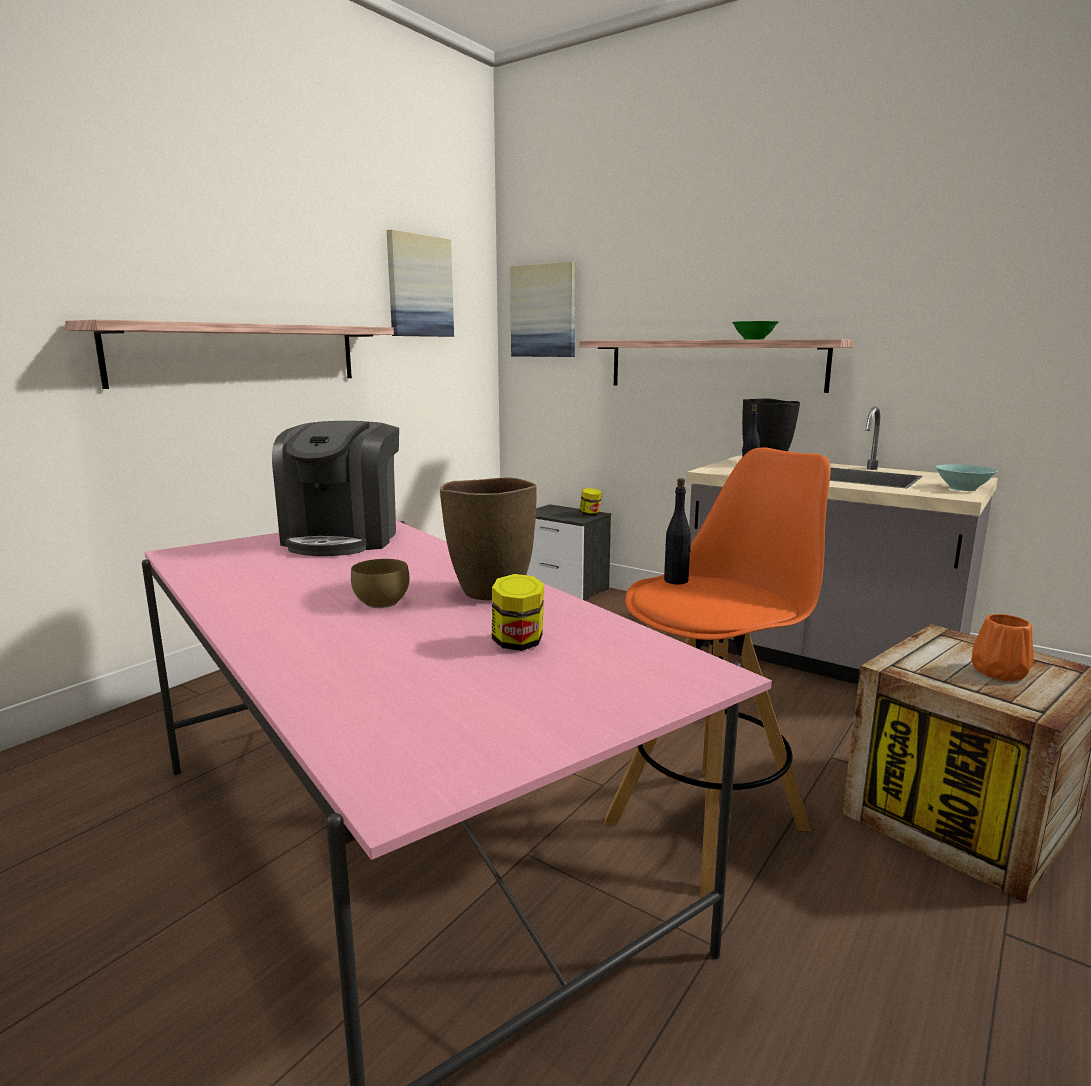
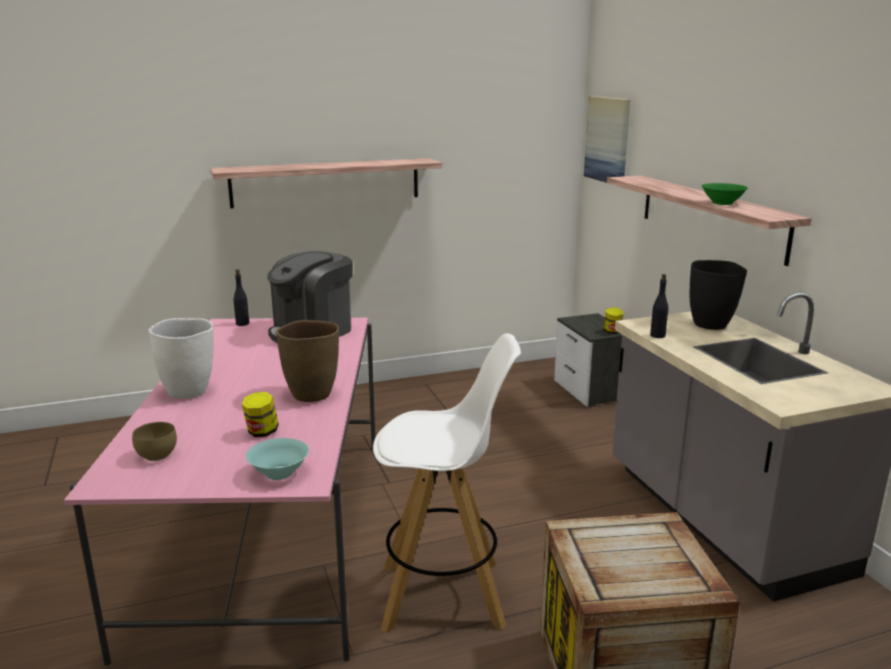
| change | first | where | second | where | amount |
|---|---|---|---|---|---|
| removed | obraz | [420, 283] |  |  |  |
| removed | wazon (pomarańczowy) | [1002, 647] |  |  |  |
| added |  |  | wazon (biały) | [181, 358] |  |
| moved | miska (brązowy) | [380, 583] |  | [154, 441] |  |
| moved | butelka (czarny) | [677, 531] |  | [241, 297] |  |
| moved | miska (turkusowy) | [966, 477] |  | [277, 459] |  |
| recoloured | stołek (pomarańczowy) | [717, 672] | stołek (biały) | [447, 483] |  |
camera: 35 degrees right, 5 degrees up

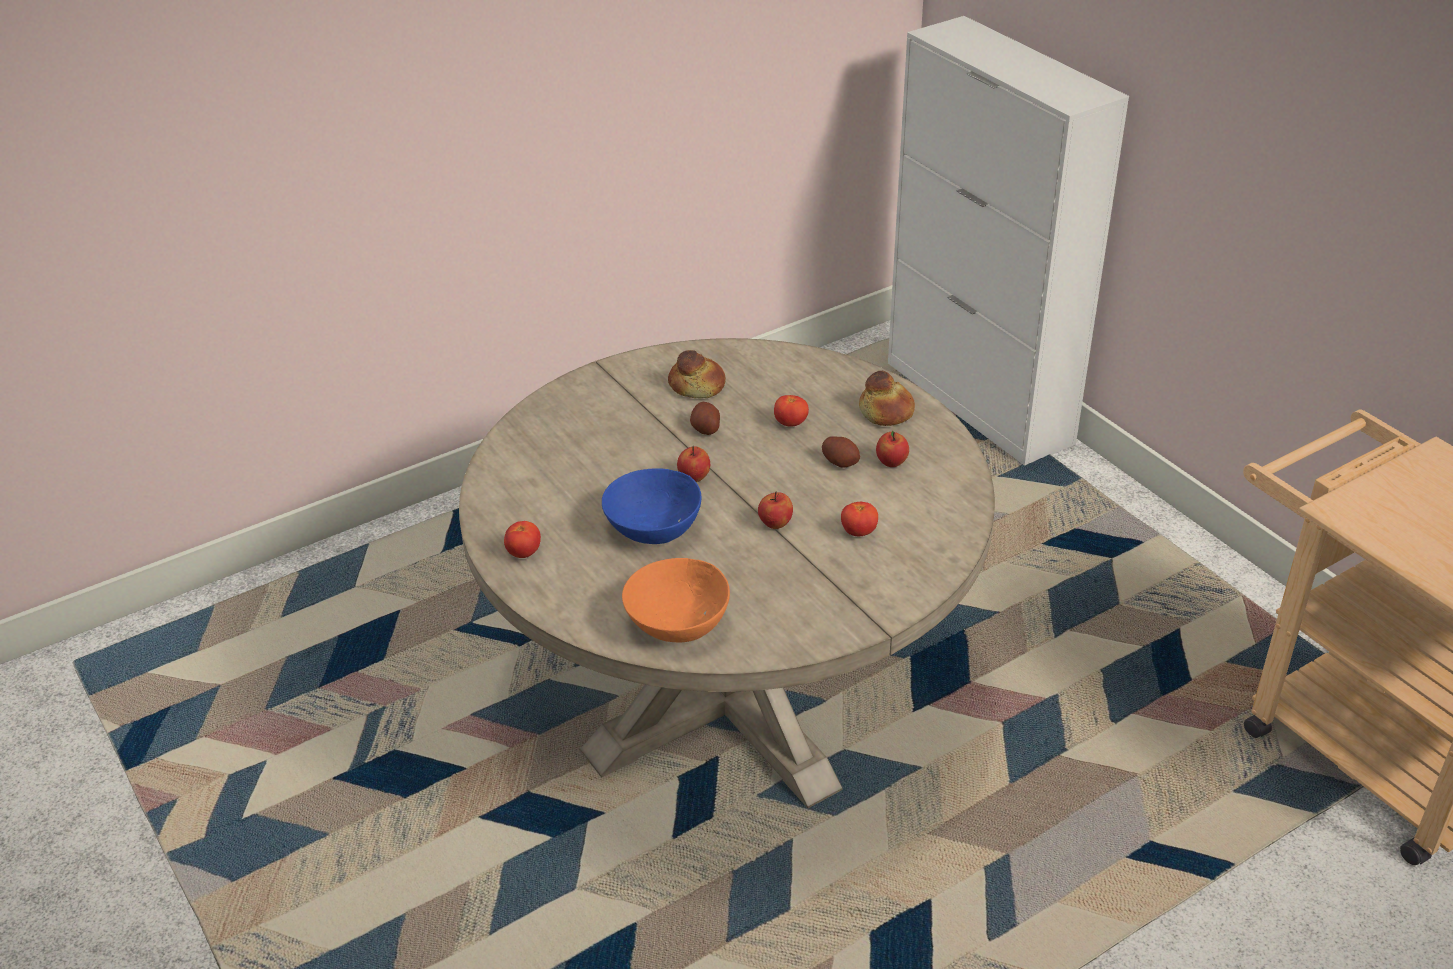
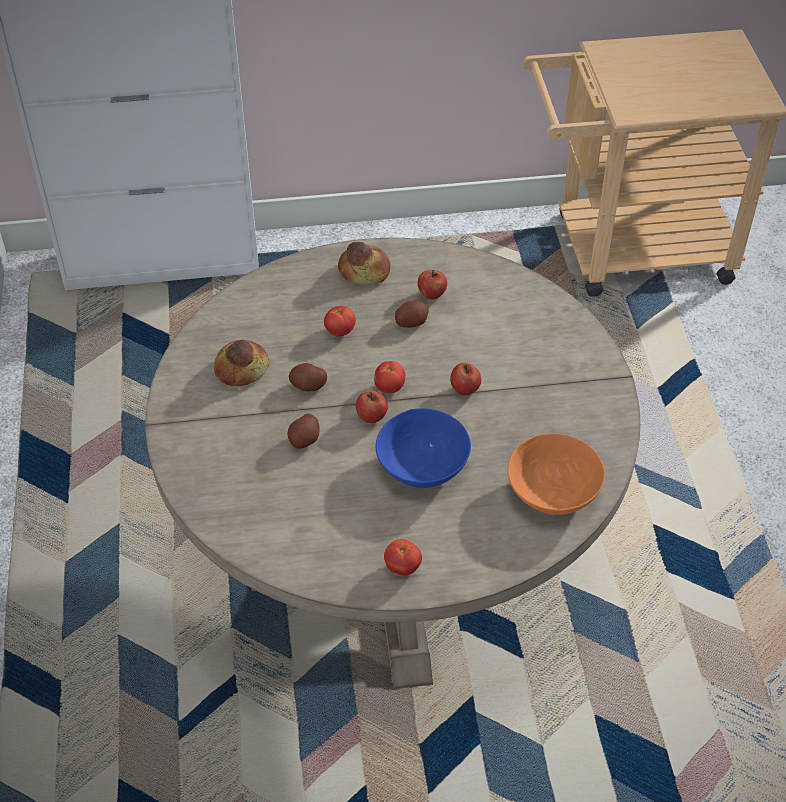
| change | first | where | second | where | amount |
|---|---|---|---|---|---|
| added |  |  | ziemniak | [303, 431] |  |
| moved | pomidor | [859, 519] |  | [389, 377] |  |
camera: 65 degrees left, 10 degrees up

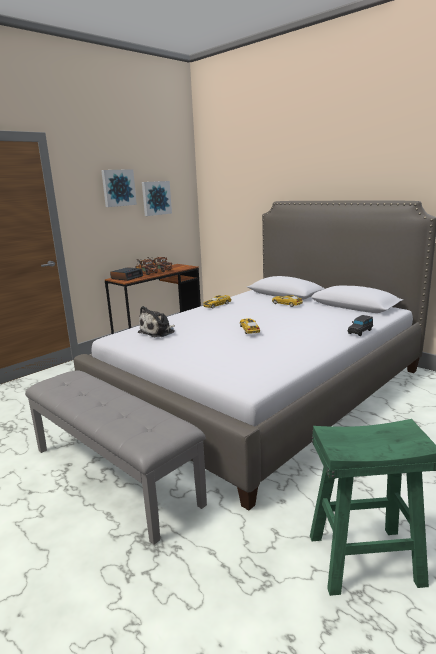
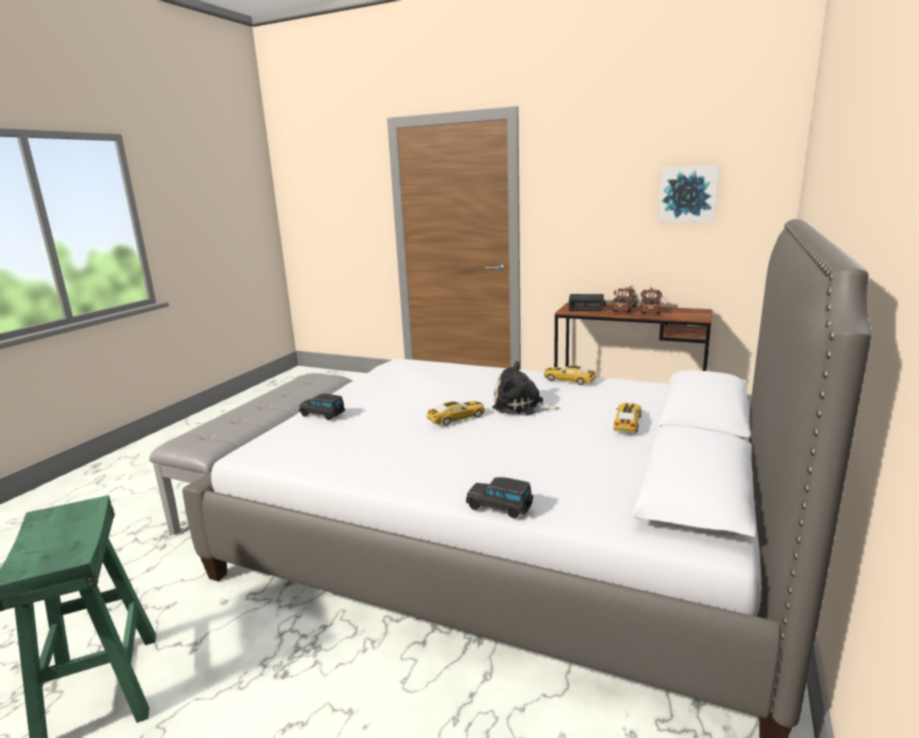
| change | first | where | second | where | amount |
|---|---|---|---|---|---|
| removed | obraz | [119, 188] |  |  |  |
| added |  |  | samochodzik (czarny) | [322, 407] |  |
| moved | pluszak | [156, 321] |  | [526, 388] |  |
camera: 70 degrees right, 0 degrees up

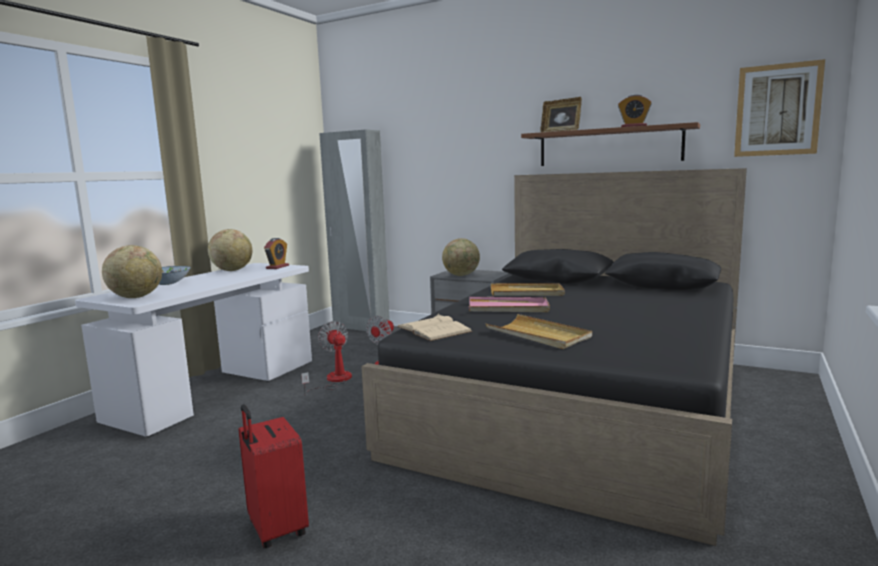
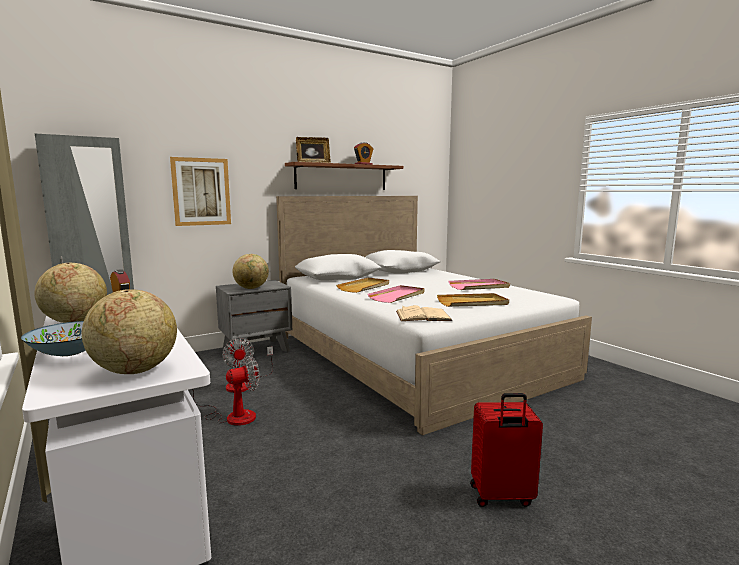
| change | first | where | second | where | amount |
|---|---|---|---|---|---|
| added |  |  | taca (różowy) | [479, 284] |  |
| moved | obraz | [779, 108] |  | [200, 191] |  |
| recoloured | łóżko (czarny) | [554, 357] | łóżko (biały) | [434, 315] |  |
| turned | wentylator | [326, 358] |  | [226, 391] | 150 degrees clockwise |
camera: 60 degrees left, 0 degrees up

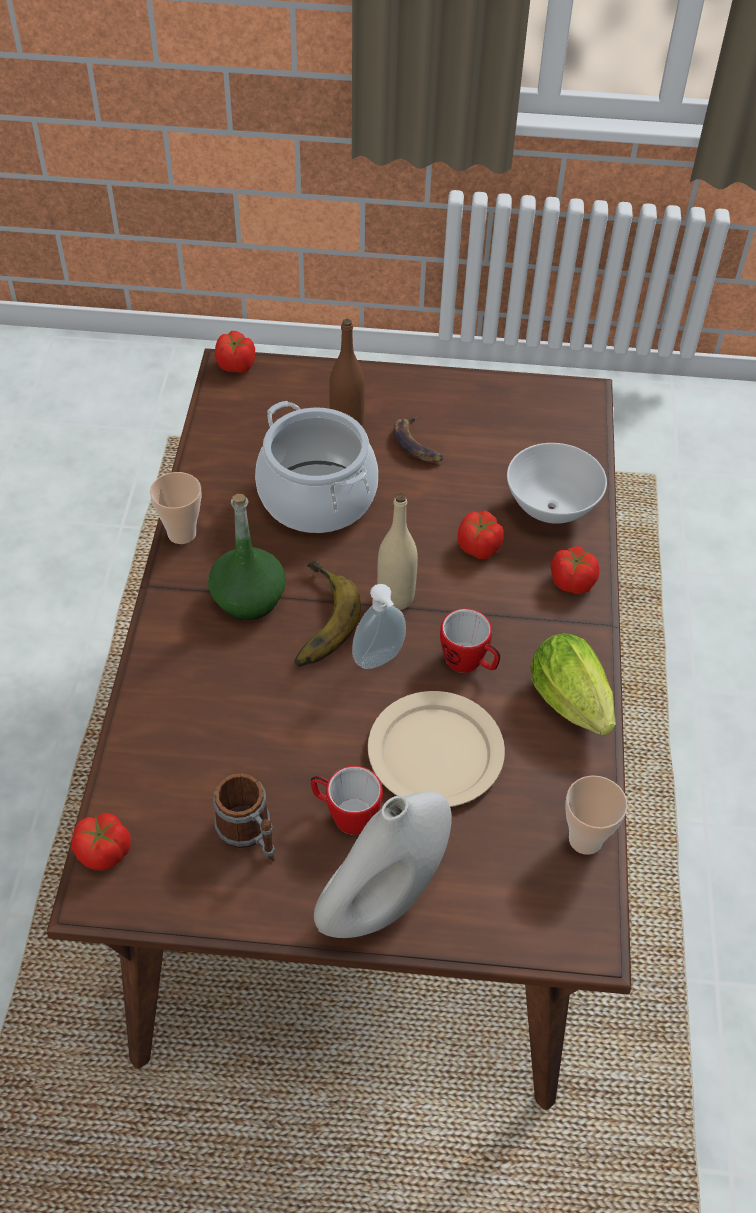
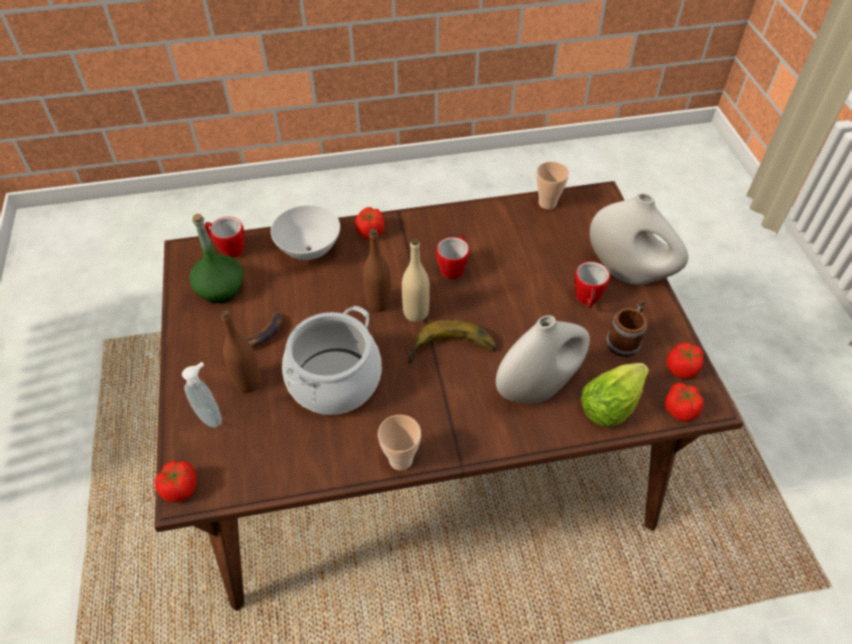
| change | first | where | second | where | amount |
|---|---|---|---|---|---|
| removed | talerz (beżowy) | [436, 749] |  |  |  |
| added |  |  | kubek | [224, 237] |  |
| added |  |  | butelka (brązowy) | [377, 270] |  |
| added |  |  | wazon (biały) | [543, 359] |  |
| moved | butelka (zielony) | [247, 557] |  | [216, 258] |  |
| moved | dozownik mydła | [379, 626] |  | [202, 395] |  |
| moved | pomidor | [480, 534] |  | [685, 360] |  |
| moved | sałata | [573, 684] |  | [615, 395] |  |
camera: 105 degrees left, 0 degrees up

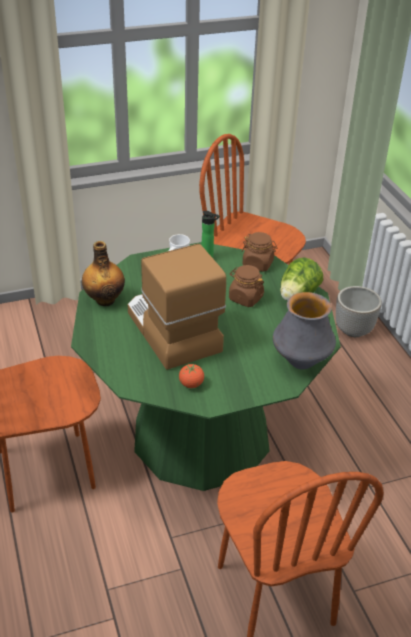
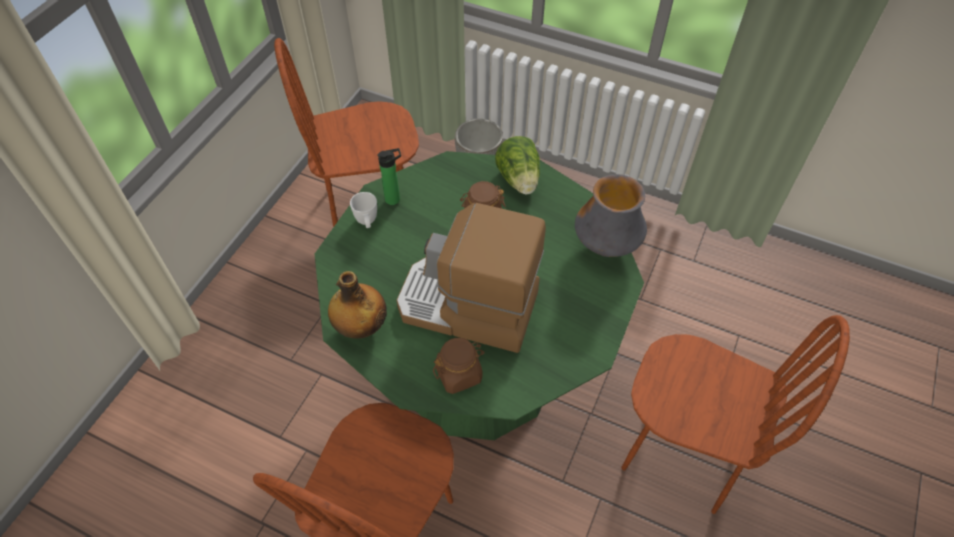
| change | first | where | second | where | amount |
|---|---|---|---|---|---|
| removed | pomidor | [191, 376] |  |  |  |
| moved | słoik (brązowy) | [259, 252] |  | [459, 366] |  |
camera: 45 degrees left, 15 degrees up

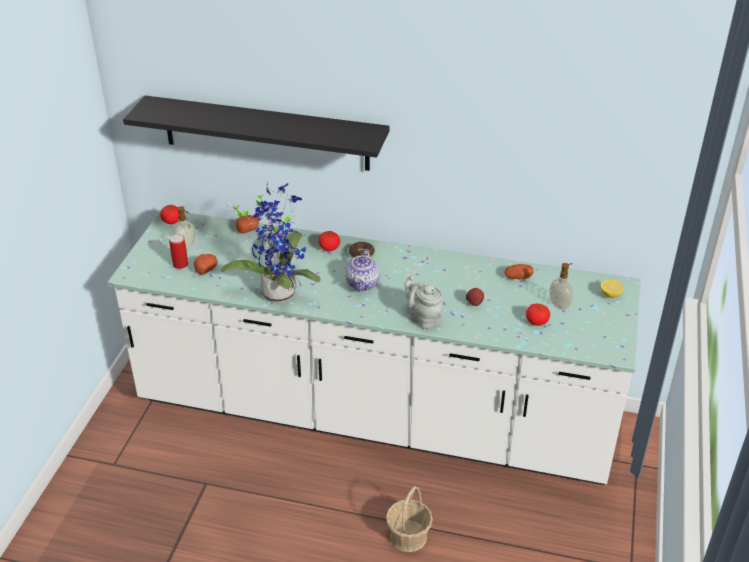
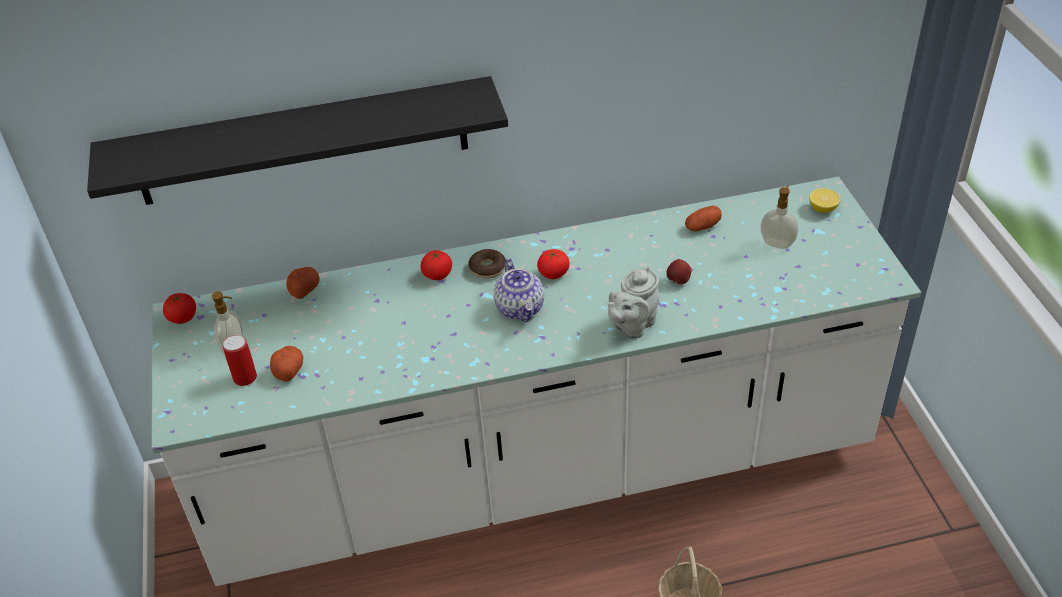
| change | first | where | second | where | amount |
|---|---|---|---|---|---|
| removed | roślina doniczkowa | [271, 242] |  |  |  |
| moved | pomidor | [538, 314] |  | [553, 264] |  |
| turned | imbryk (szary) | [424, 302] |  | [633, 302] | 75 degrees counterclockwise |
camera: 25 degrees left, 5 degrees up

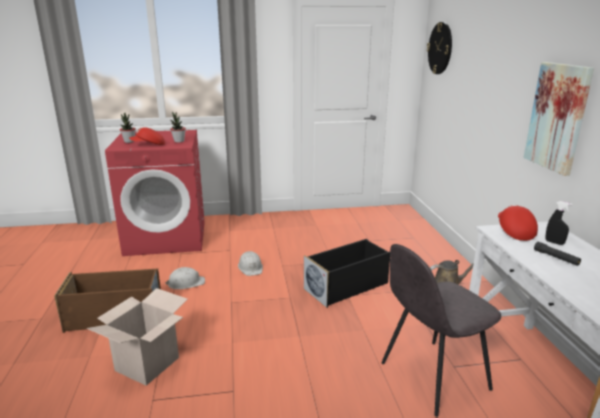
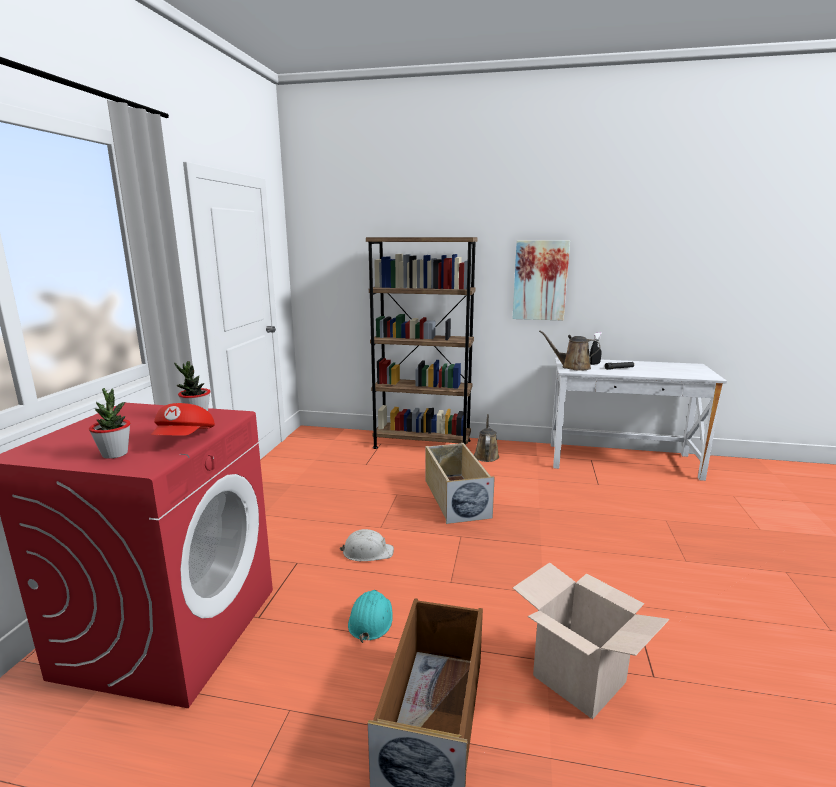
| change | first | where | second | where | amount |
|---|---|---|---|---|---|
| removed | krzesło (szary) | [441, 330] |  |  |  |
| removed | zegar ścienny | [439, 48] |  |  |  |
| added |  |  | regał (brązowy) | [422, 343] |  |
| replaced | czapka z daszkiem (czerwony) | [518, 223] | konewka (brązowy) | [570, 350] |  |
| recoloured | kask (biały) | [185, 278] | kask (turkusowy) | [370, 616] |  |
| recoloured | pojemnik do przechowywania (czarny) | [347, 273] | pojemnik do przechowywania (beżowy) | [460, 483] |  |
camera: 70 degrees left, 5 degrees down

